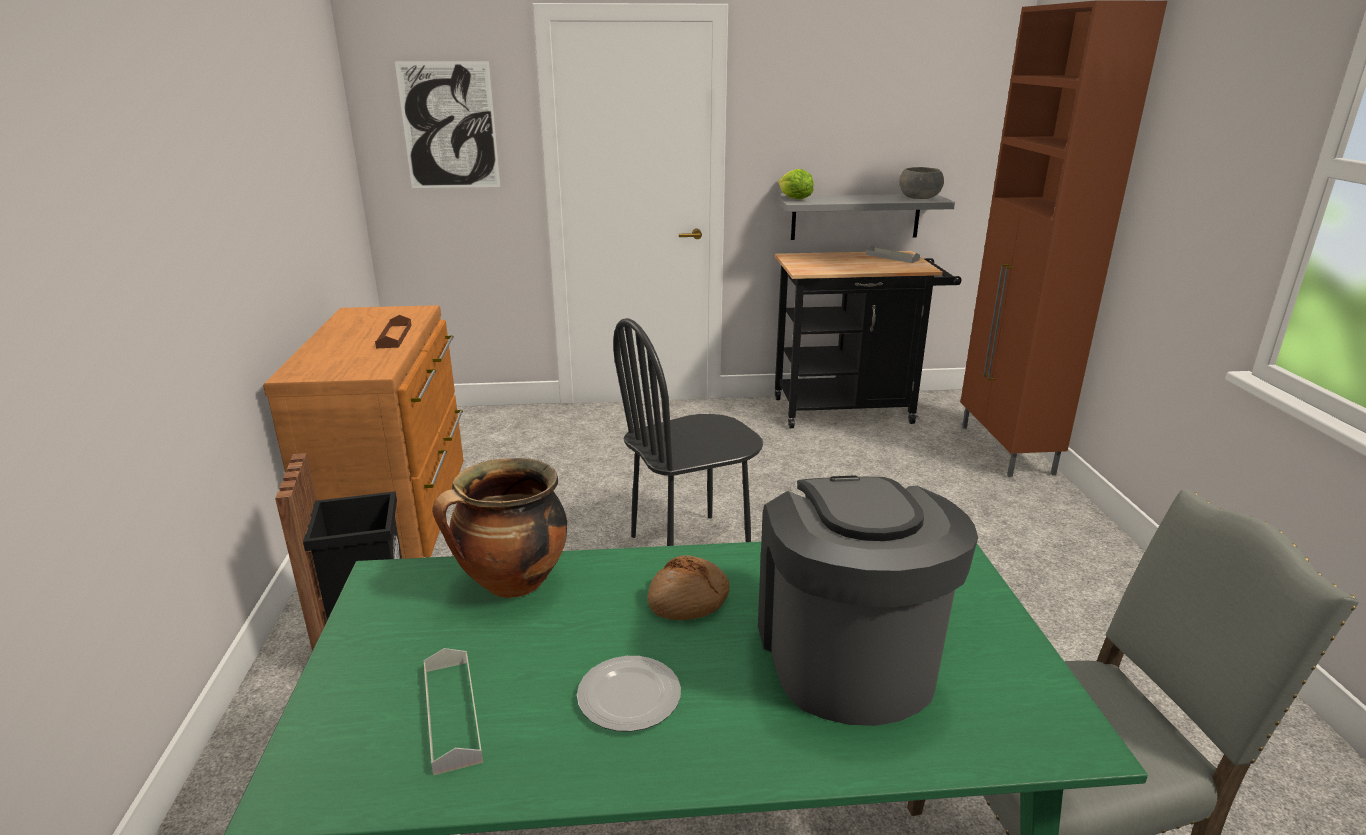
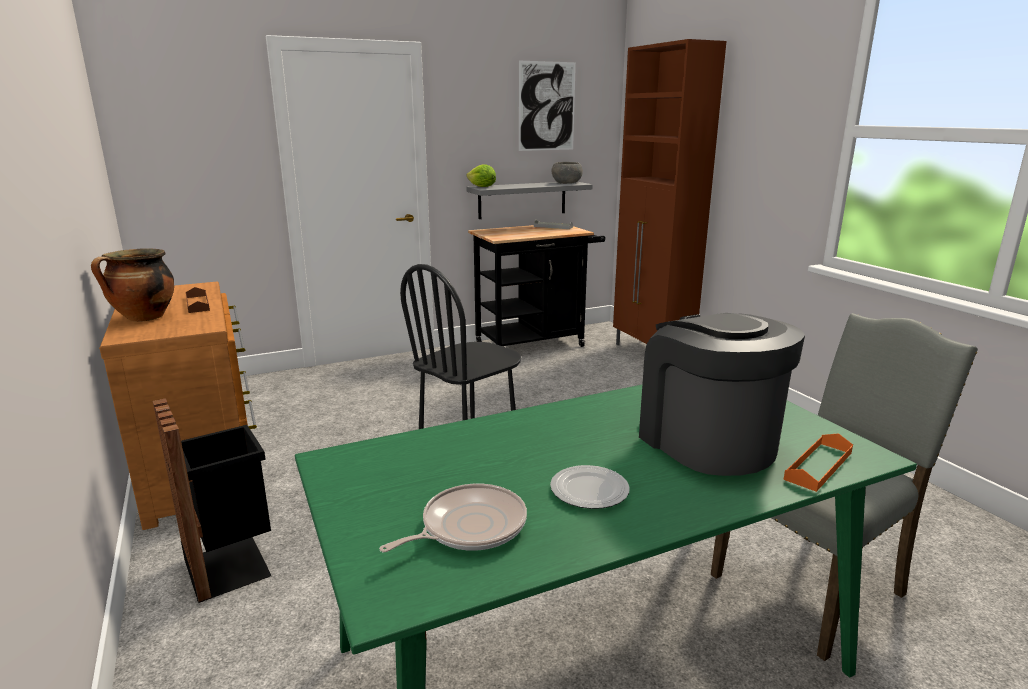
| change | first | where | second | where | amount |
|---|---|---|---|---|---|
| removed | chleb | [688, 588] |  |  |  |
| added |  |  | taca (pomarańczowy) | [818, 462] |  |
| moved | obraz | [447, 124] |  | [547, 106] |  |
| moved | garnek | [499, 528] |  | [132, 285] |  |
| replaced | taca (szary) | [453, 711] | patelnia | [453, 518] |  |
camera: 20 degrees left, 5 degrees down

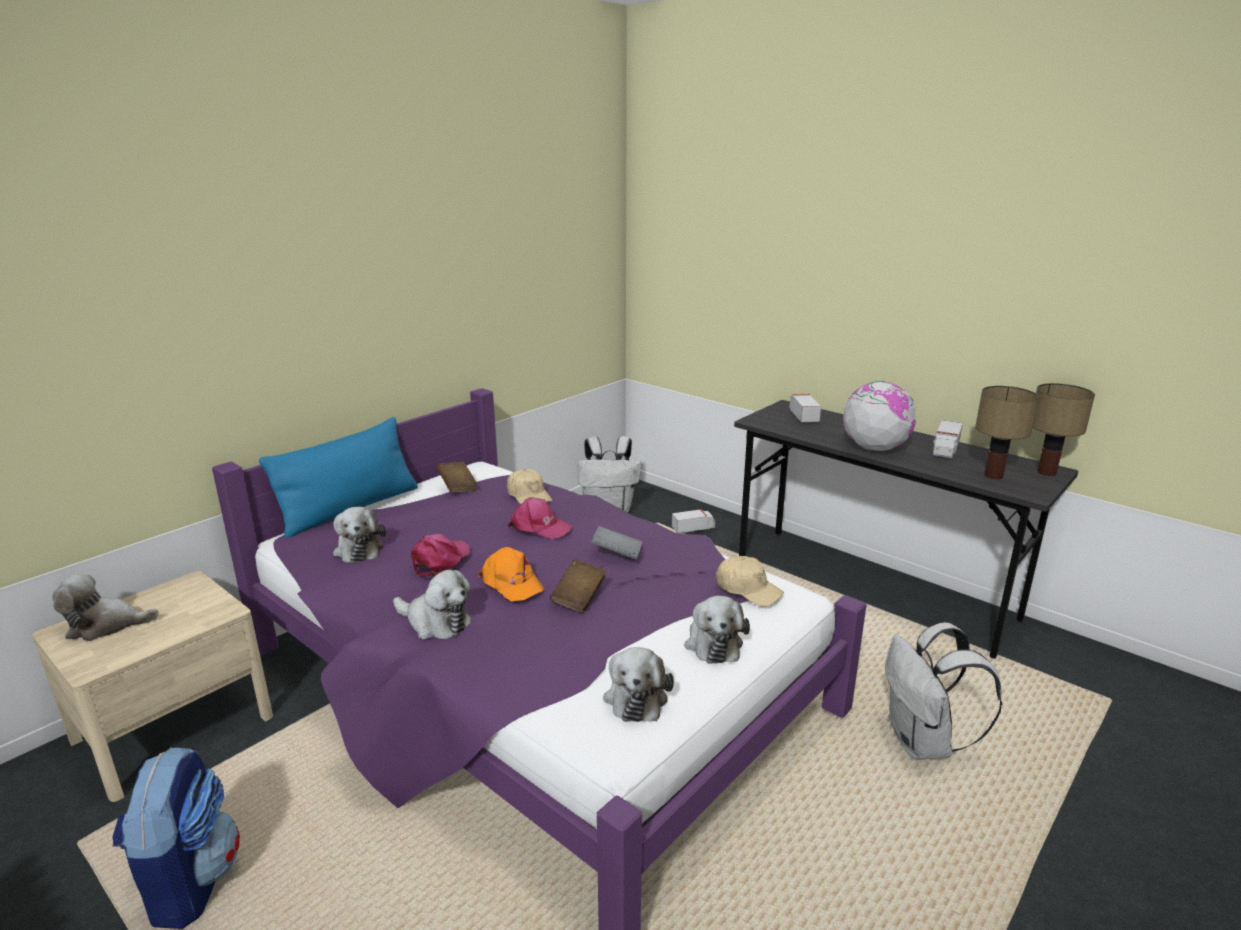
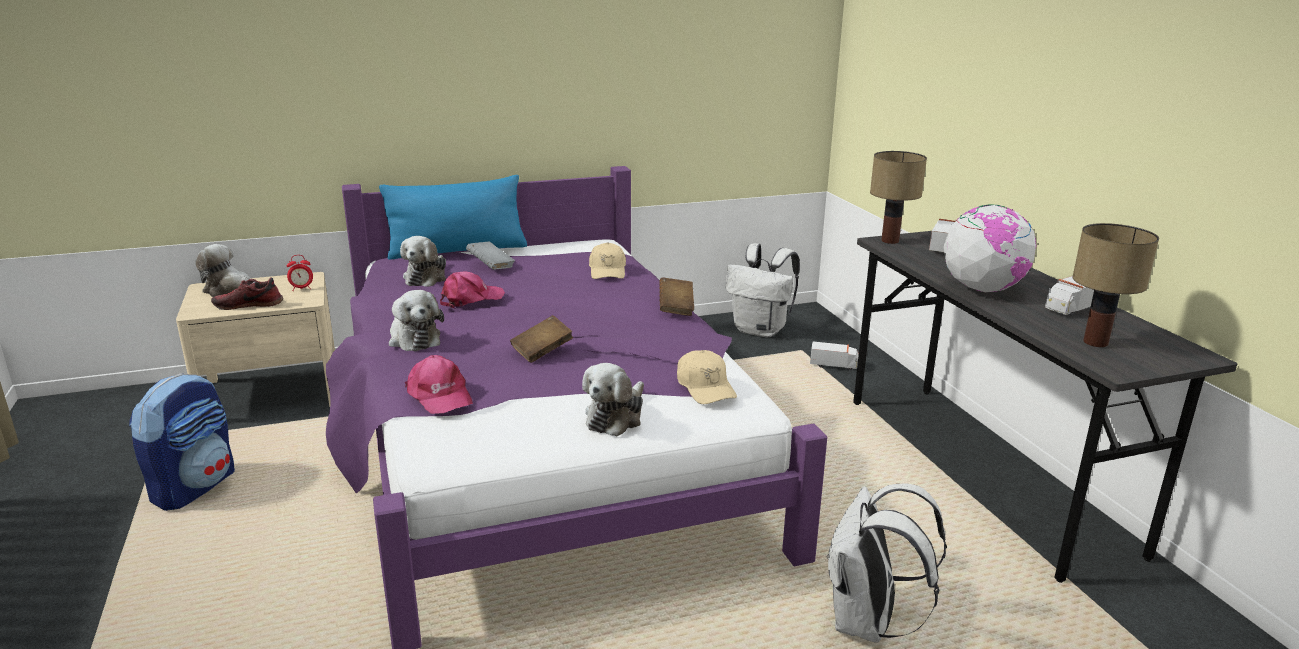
| change | first | where | second | where | amount |
|---|---|---|---|---|---|
| removed | czapka z daszkiem (pomarańczowy) | [511, 574] |  |  |  |
| removed | pluszak | [638, 684] |  |  |  |
| added |  |  | but | [247, 293] |  |
| added |  |  | budzik | [300, 272] |  |
| moved | książka (brązowy) | [457, 477] |  | [676, 297] |  |
| moved | czapka z daszkiem (różowy) | [540, 518] |  | [439, 384] |  |
| moved | książka (szary) | [616, 542] |  | [490, 255] |  |
| moved | lampa stołowa | [1064, 429] |  | [898, 197] |  |
camera: 30 degrees right, 0 degrees up

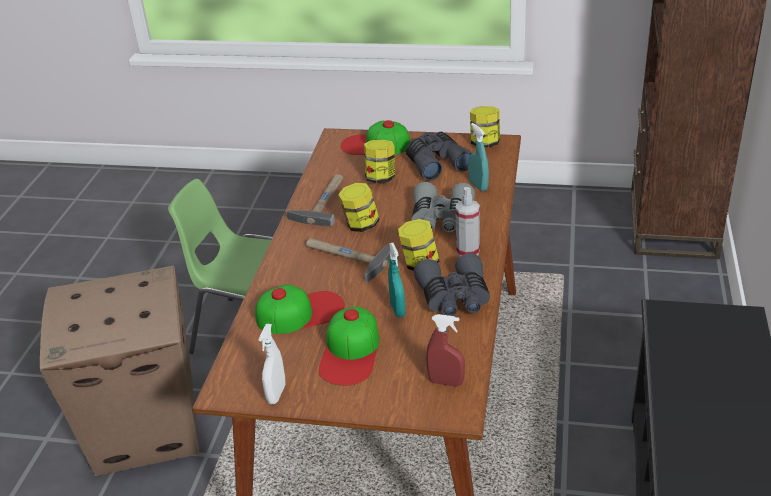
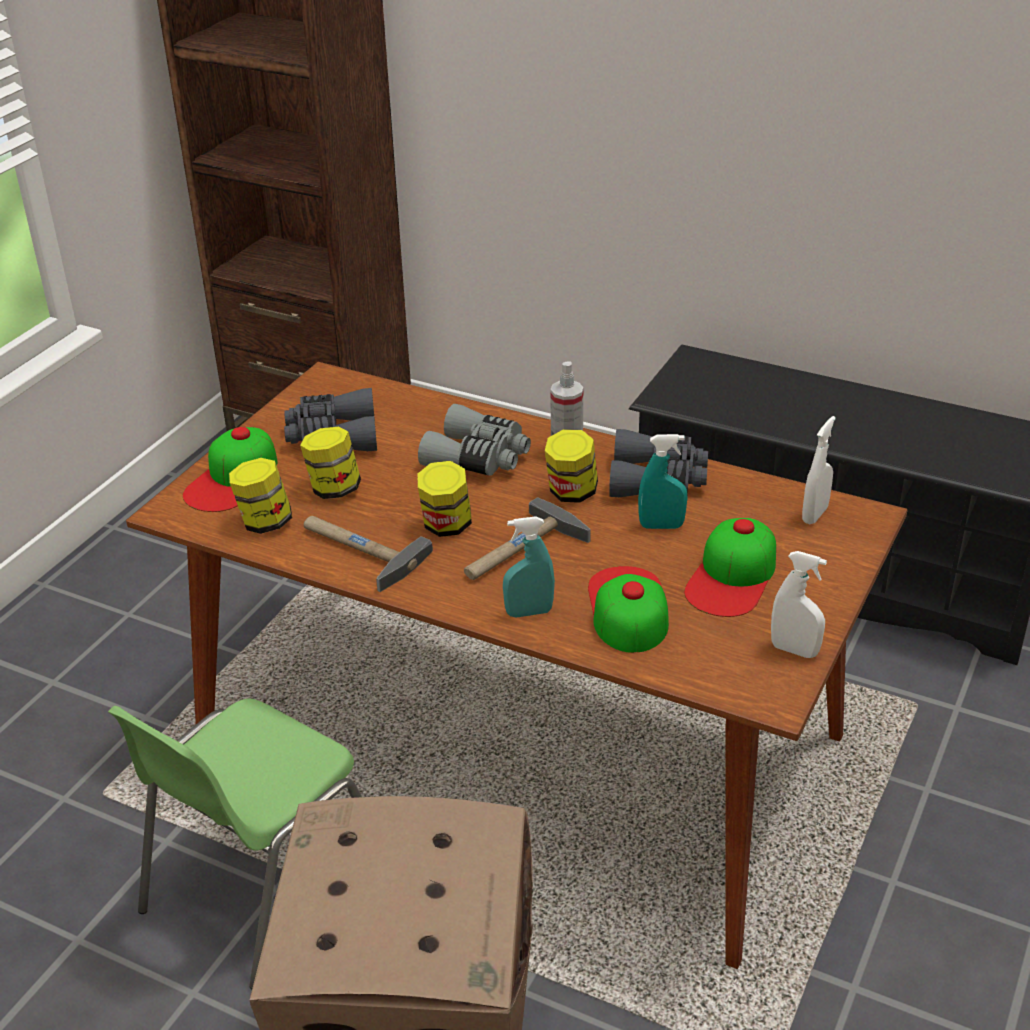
| change | first | where | second | where | amount |
|---|---|---|---|---|---|
| moved | spryskiwacz (turkusowy) | [478, 157] |  | [529, 567] |  |
| moved | słoik | [485, 126] |  | [260, 496] |  |
| recoloured | spryskiwacz (czerwony) | [445, 350] | spryskiwacz (biały) | [819, 470] |  |
| turned | czapka z daszkiem | [349, 346] |  | [730, 567] | 90 degrees clockwise |
camera: 75 degrees left, 0 degrees up

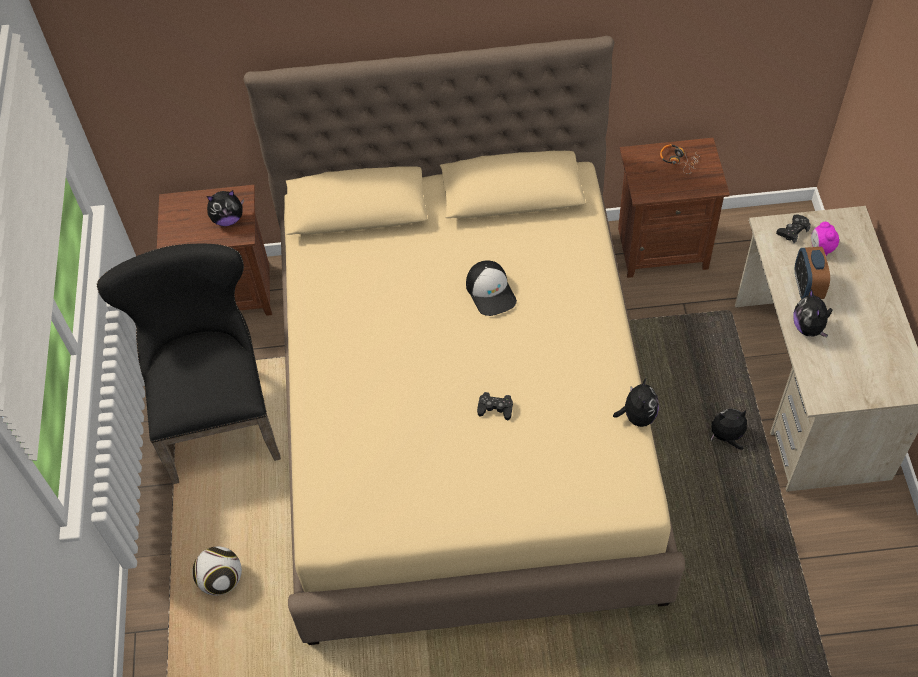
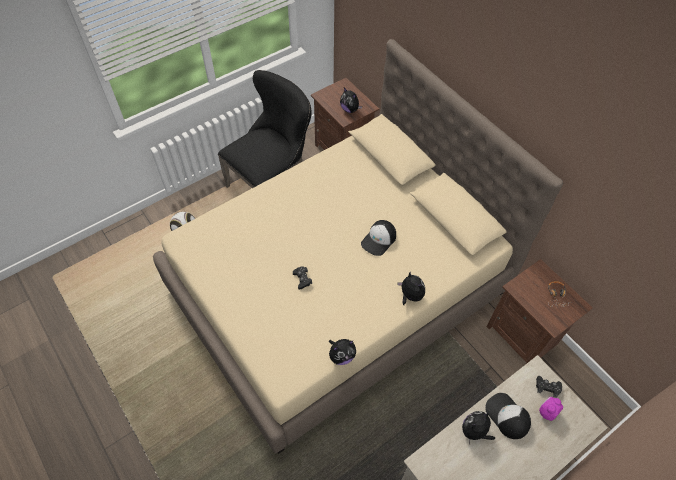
| change | first | where | second | where | amount |
|---|---|---|---|---|---|
| moved | pluszak | [729, 429] |  | [411, 288] |  |
| replaced | budzik | [812, 273] | czapka z daszkiem | [508, 416] |  |
camera: 55 degrees right, 0 degrees up

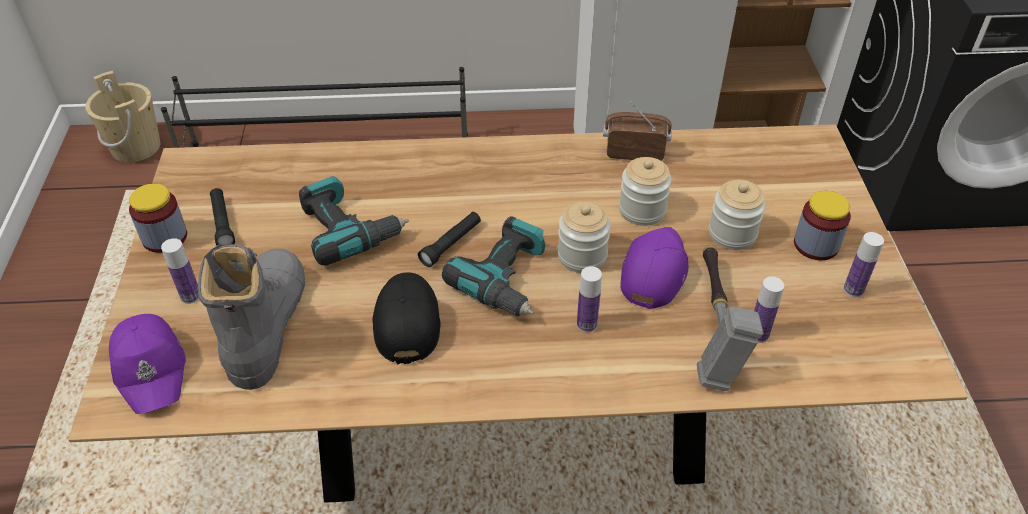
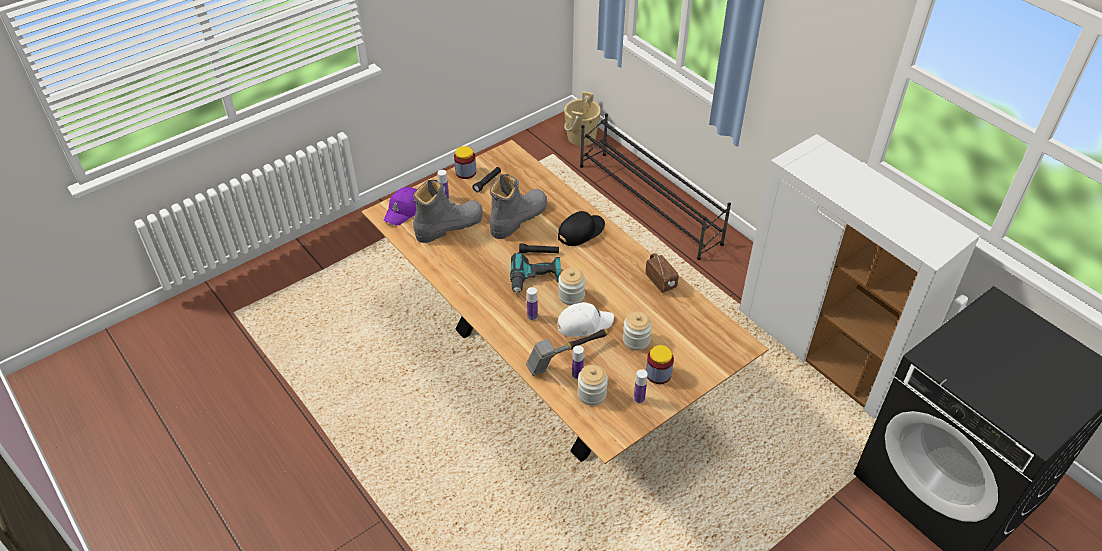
| change | first | where | second | where | amount |
|---|---|---|---|---|---|
| moved | czapka z daszkiem (czarny) | [406, 318] |  | [581, 228] |  |
| moved | słoik | [645, 191] |  | [593, 385] |  |
| replaced | wiertarka | [354, 221] | but z cholewką (szary) | [518, 206] |  |
| recoloured | czapka z daszkiem (fioletowy) | [654, 268] | czapka z daszkiem (biały) | [585, 319] |  |
camera: 55 degrees right, 0 degrees up

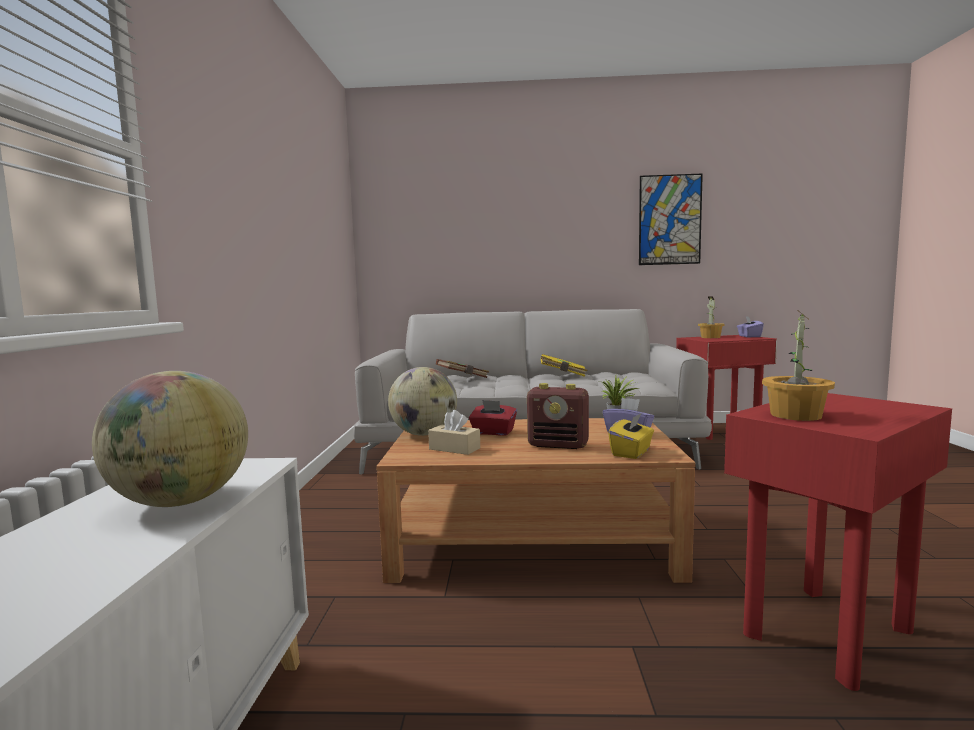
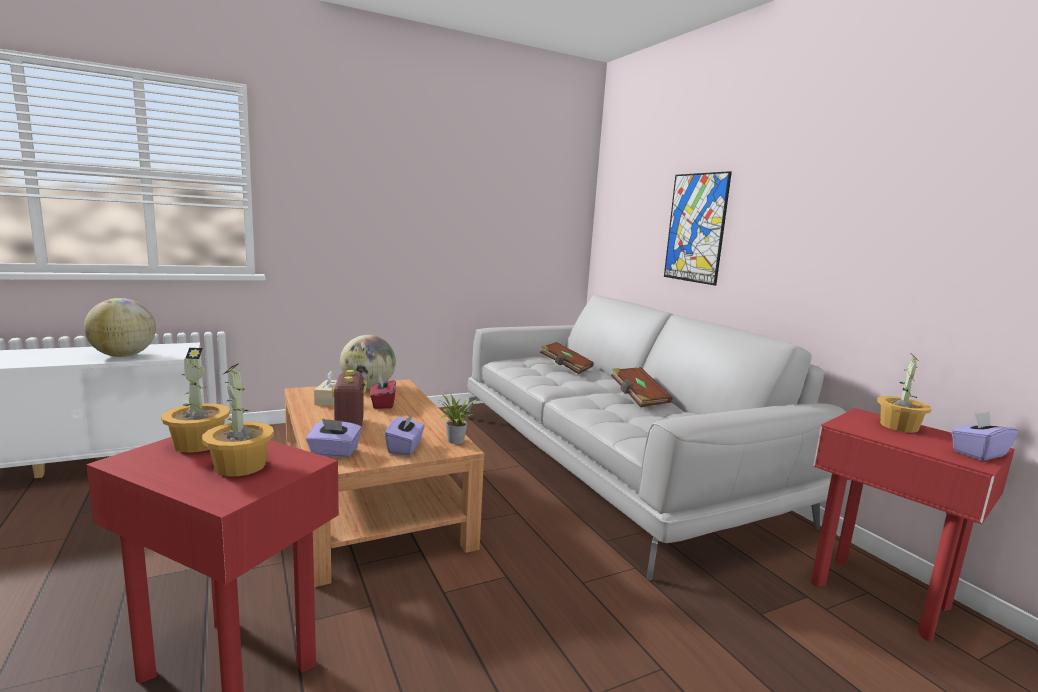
| change | first | where | second | where | amount |
|---|---|---|---|---|---|
| added |  |  | roślina doniczkowa | [238, 420] |  |
| moved | obraz | [671, 219] |  | [698, 228] |  |
| recoloured | książka (żółty) | [564, 365] | książka (brązowy) | [641, 387] |  |
| recoloured | pudełko chusteczek (żółty) | [631, 436] | pudełko chusteczek (fioletowy) | [334, 438] |  |
camera: 60 degrees right, 5 degrees up

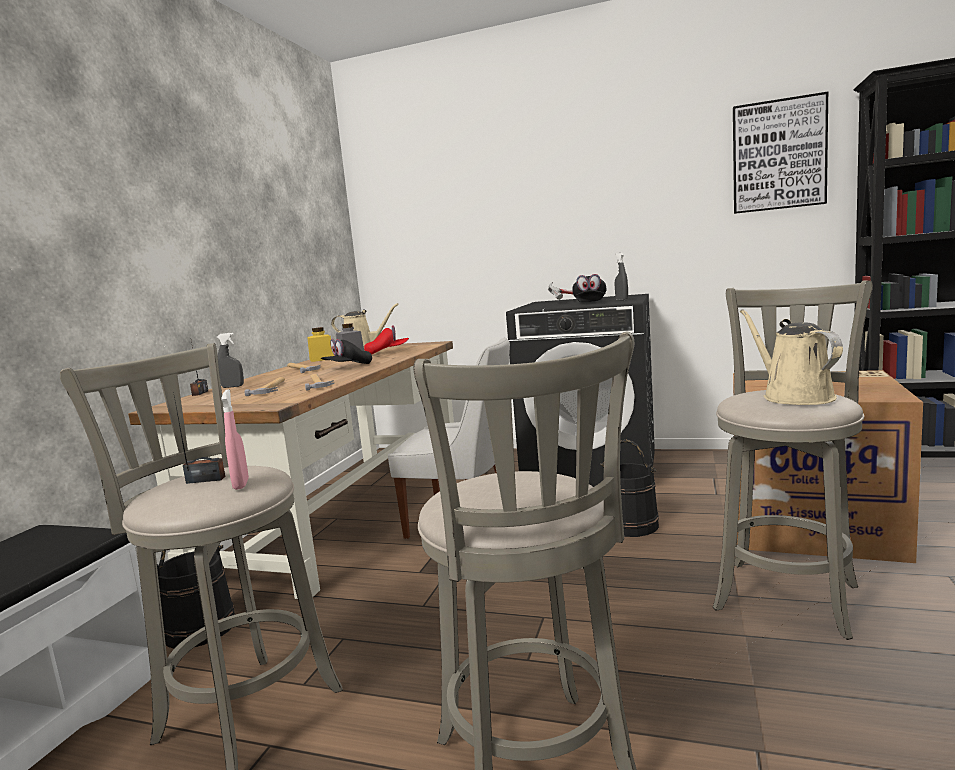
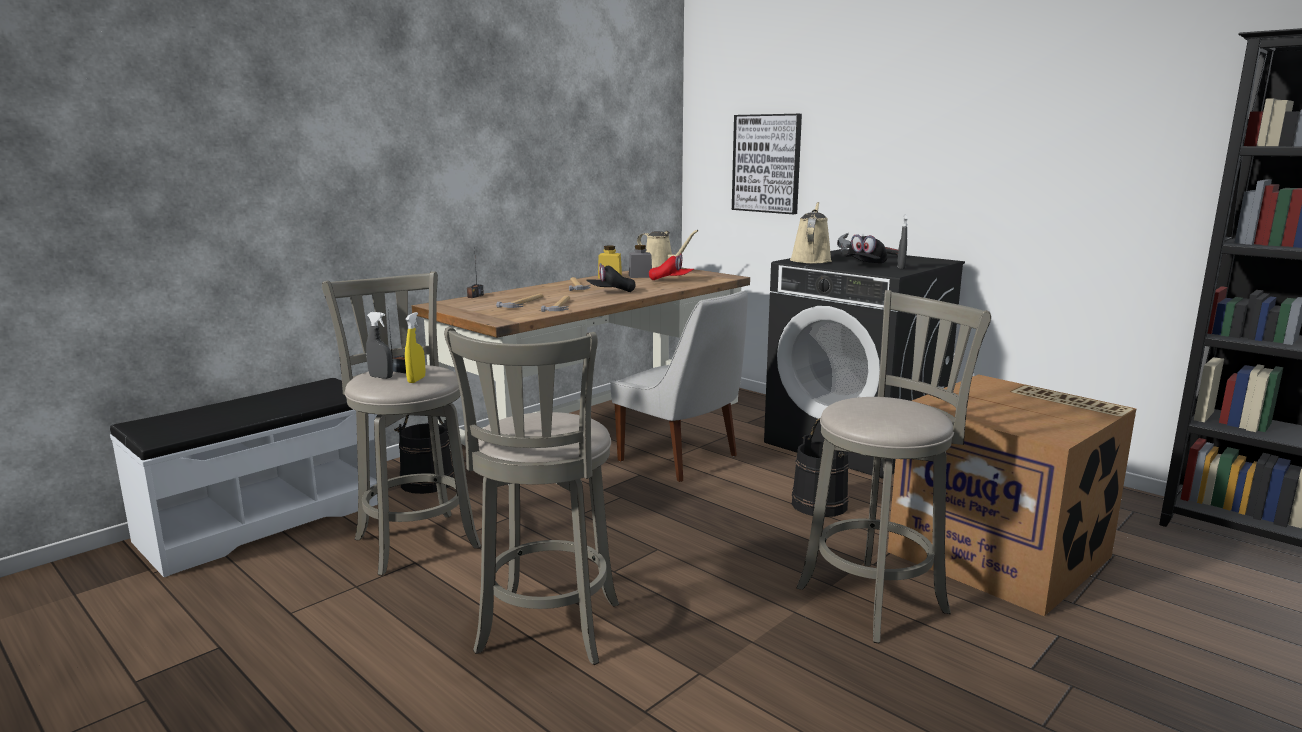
| change | first | where | second | where | amount |
|---|---|---|---|---|---|
| moved | spryskiwacz (szary) | [230, 360] |  | [379, 345] |  |
| moved | obraz | [780, 153] |  | [767, 164] |  |
| moved | konewka (beżowy) | [791, 357] |  | [811, 232] |  |
| recoloured | spryskiwacz (różowy) | [235, 439] | spryskiwacz (żółty) | [415, 347] |  |
camera: 25 degrees right, 5 degrees up

